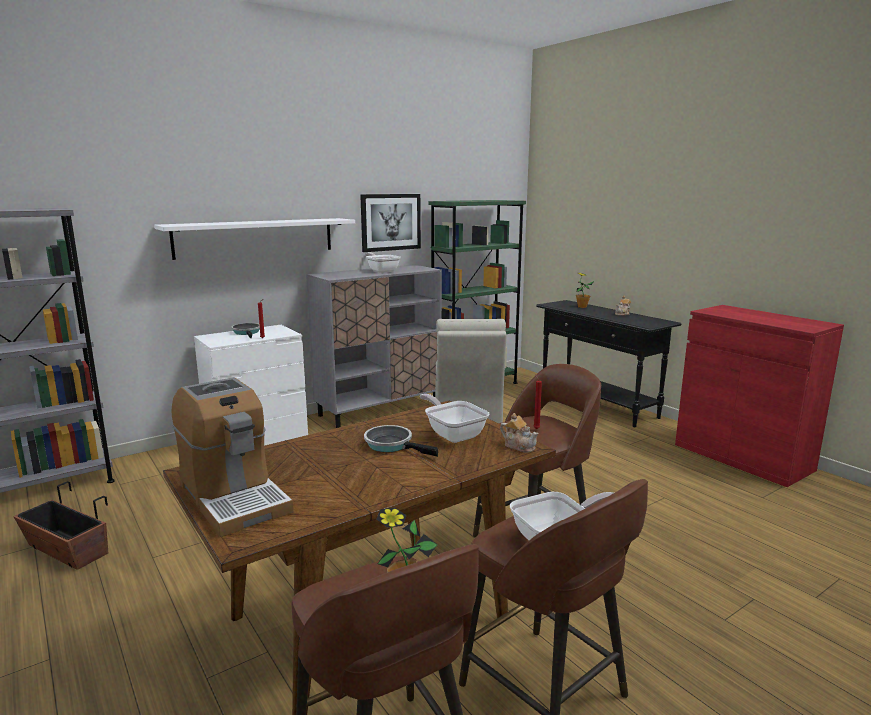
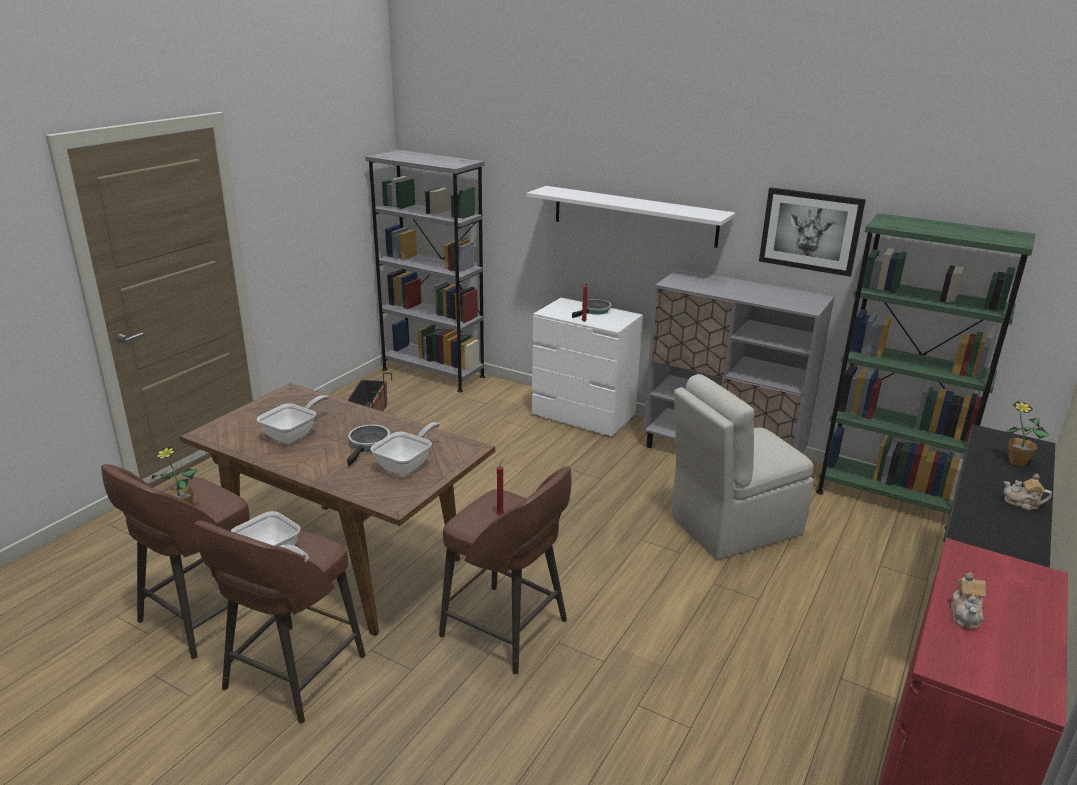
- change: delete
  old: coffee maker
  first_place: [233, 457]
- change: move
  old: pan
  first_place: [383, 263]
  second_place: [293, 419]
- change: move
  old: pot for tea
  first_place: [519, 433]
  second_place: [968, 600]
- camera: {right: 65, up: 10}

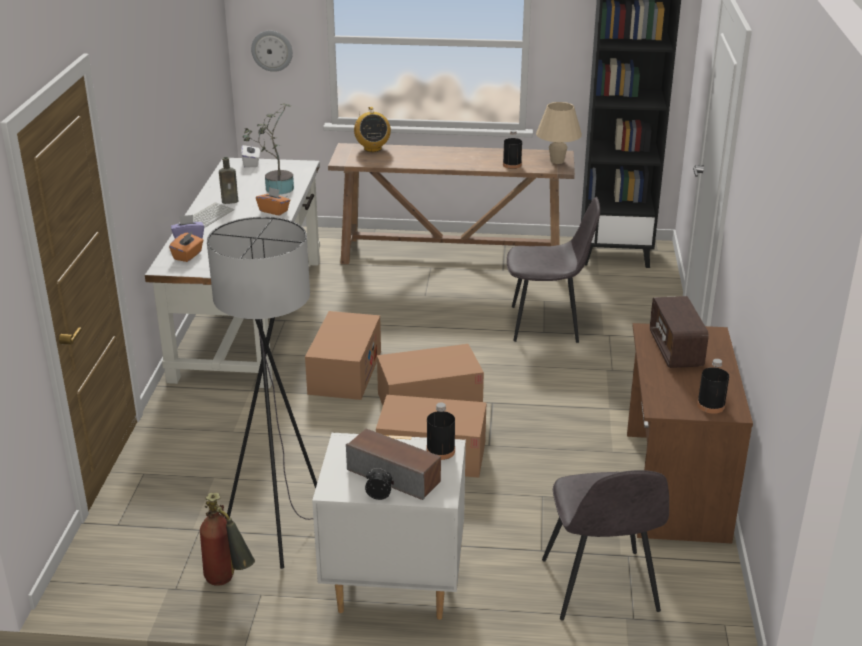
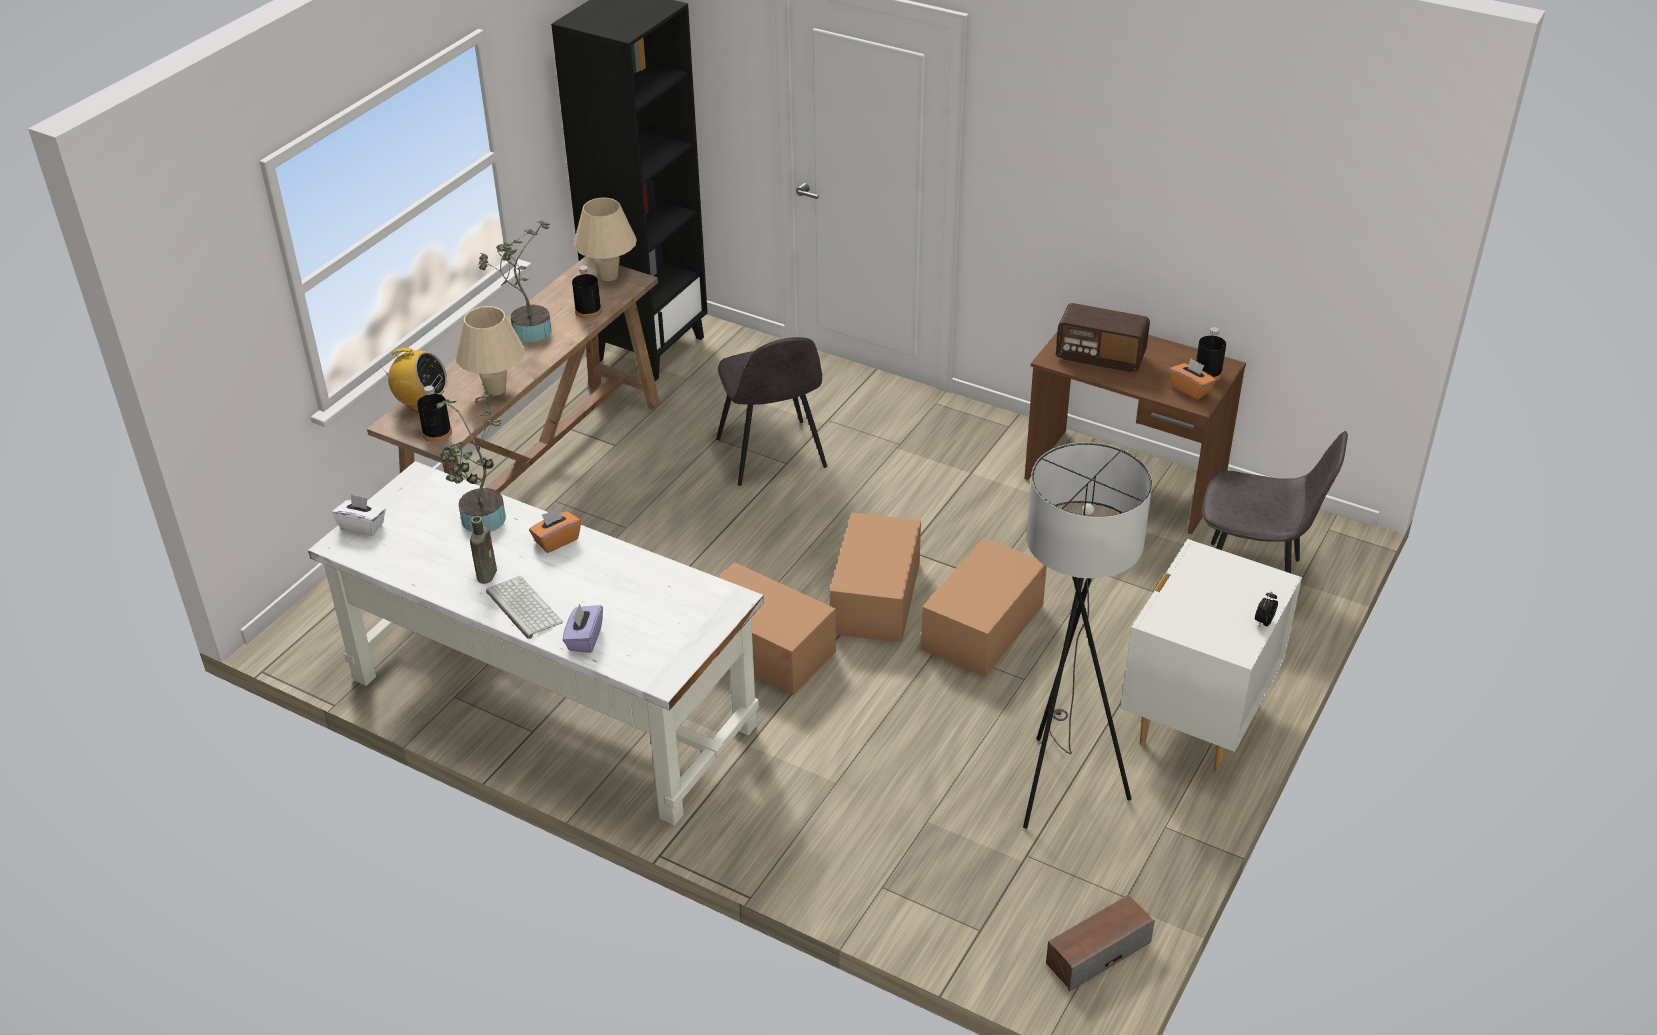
- change: delete
  old: extinguisher
  first_place: [227, 539]
- change: delete
  old: hanging clock
  first_place: [272, 51]
- change: insert
  new: beige-coloured tabletop lamp
  second_place: [490, 350]
- change: insert
  new: houseplant
  second_place: [514, 282]
- change: move
  old: orange-coloured tissue holder
  first_place: [186, 247]
  second_place: [1192, 379]
- change: move
  old: audio speaker
  first_place: [393, 464]
  second_place: [1100, 943]
- change: move
  old: black beverage bottle
  first_place: [440, 431]
  second_place: [434, 414]
- change: rotate
  old: grey chair
  first_place: [553, 270]
  second_place: [771, 411]
  degrees: 135
- camera: {right: -65, up: 10}

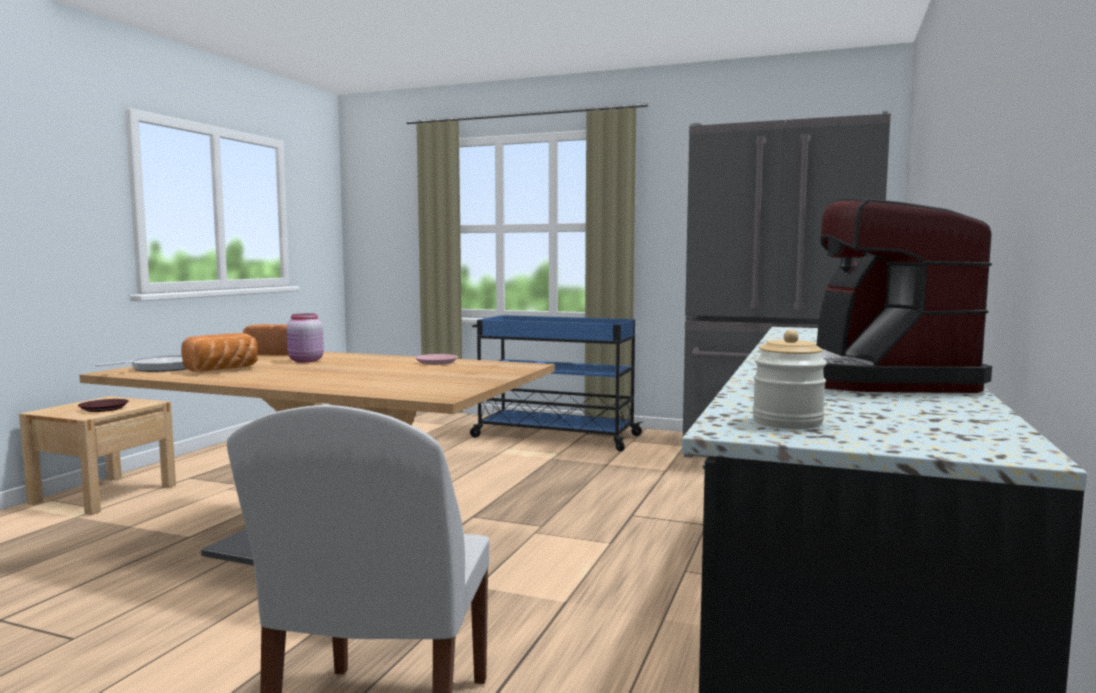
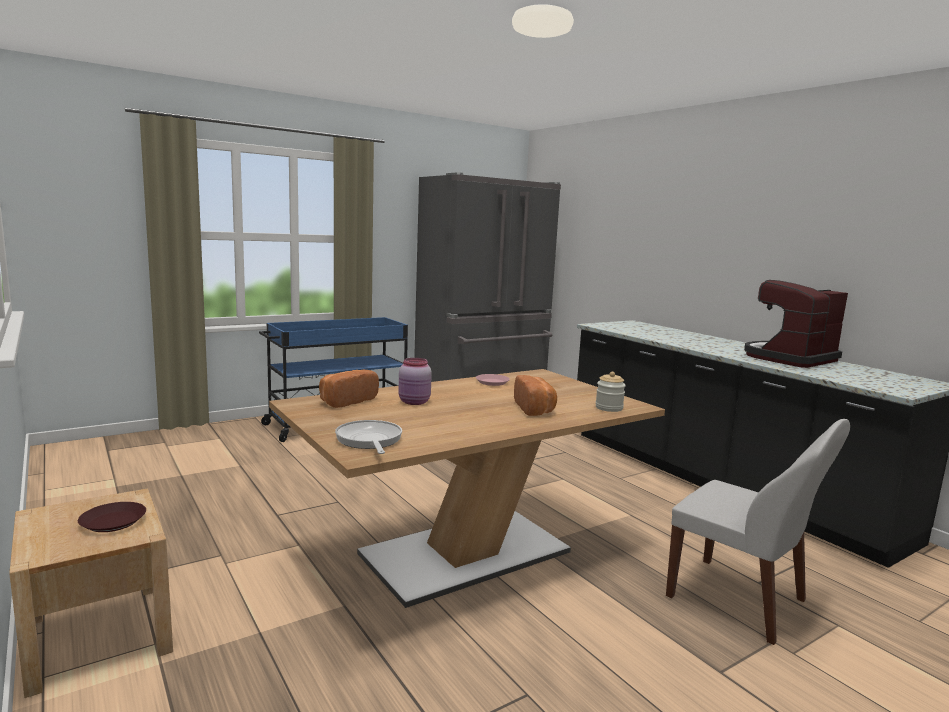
- change: move
  old: bakery bread
  first_place: [219, 352]
  second_place: [535, 395]
- change: move
  old: storage jar
  first_place: [789, 379]
  second_place: [610, 392]
- change: rotate
  old: coffee maker
  first_place: [904, 296]
  second_place: [796, 324]
  degrees: 105
- camera: {right: -55, up: 5}

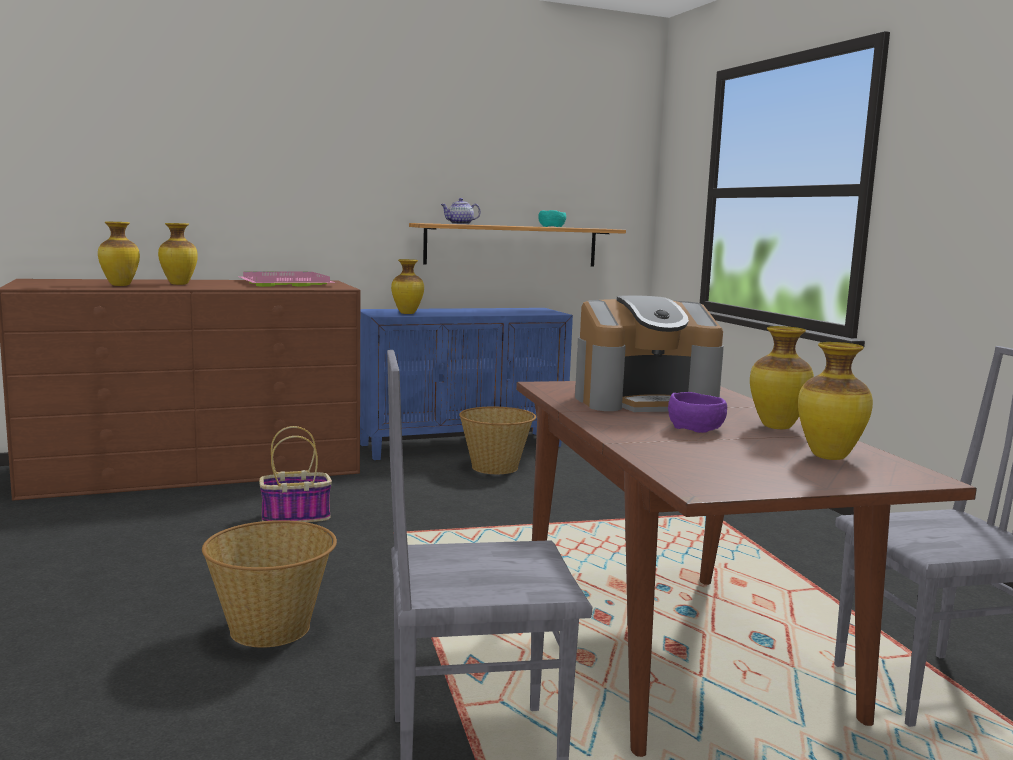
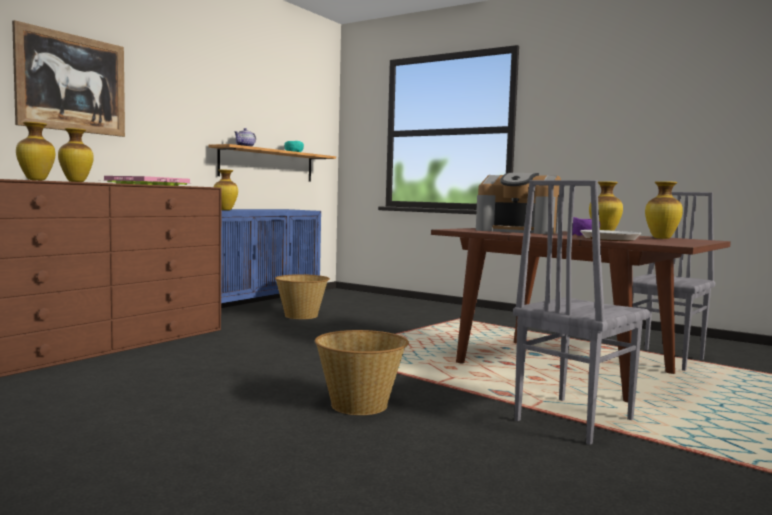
- change: delete
  old: storage basket
  first_place: [295, 474]
- change: insert
  new: picture
  second_place: [68, 78]
- change: insert
  new: pan
  second_place: [610, 235]
- change: rotate
  old: coffee maker
  first_place: [649, 353]
  second_place: [518, 203]
  degrees: 75
- camera: {right: -35, up: -5}

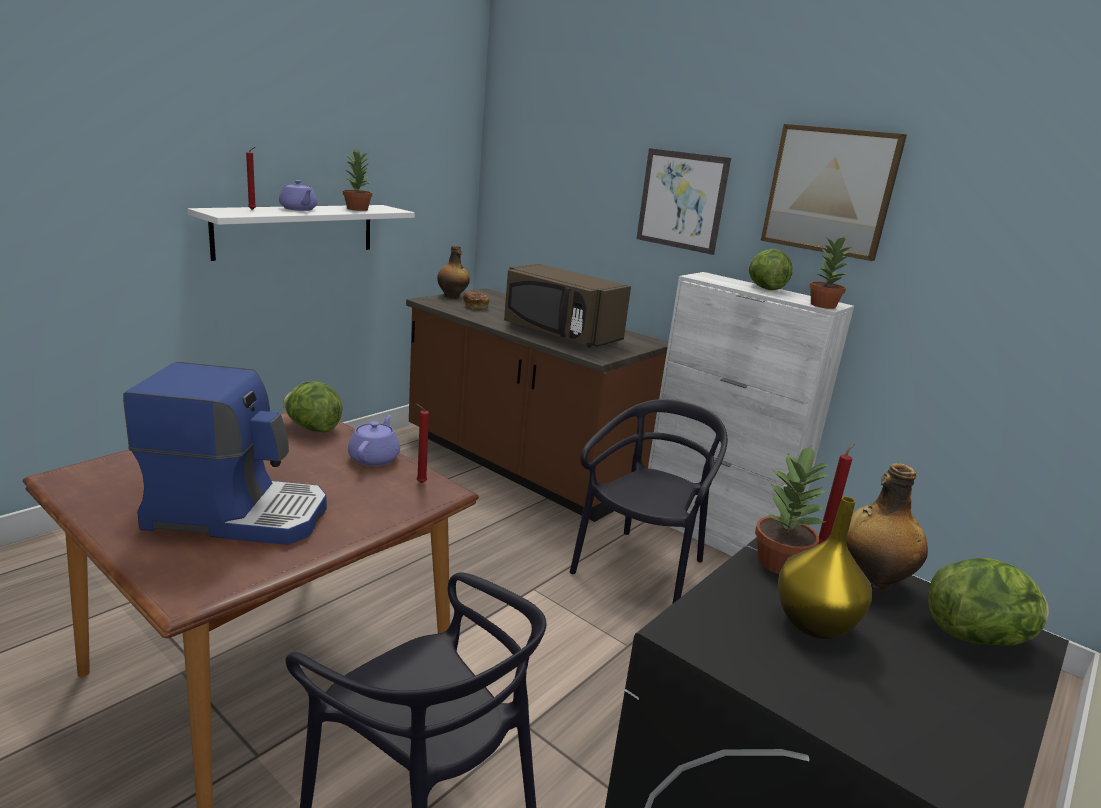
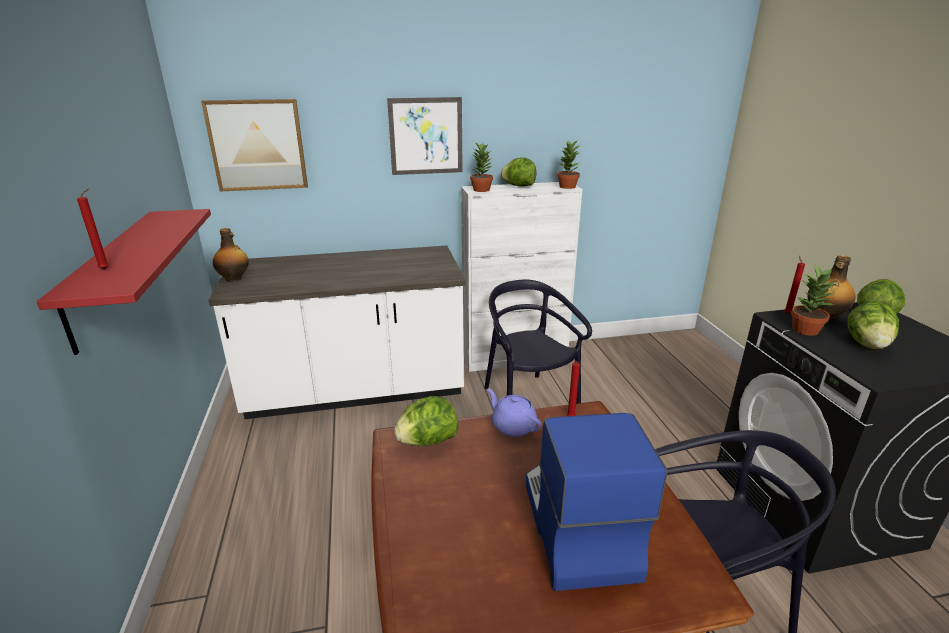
- change: delete
  old: purplish pot for tea
  first_place: [298, 195]
- change: delete
  old: bakery bread
  first_place: [476, 300]
- change: delete
  old: brownish microwave oven
  first_place: [567, 305]
- change: move
  old: houseplant
  first_place: [357, 179]
  second_place: [481, 167]
- change: move
  old: picture
  first_place: [834, 192]
  second_place: [254, 145]
- change: replace
  old: yellowish flower vase
  new: head of lettuce
  first_place: [825, 568]
  second_place: [873, 325]
- change: recolor
  old: white wall shelf
  new: red-coloured wall shelf
  first_place: [301, 233]
  second_place: [124, 282]
- change: recolor
  old: brownish counter
  new: white counter
  first_place: [537, 405]
  second_place: [336, 332]
- change: rotate
  old: coffee maker
  first_place: [225, 453]
  second_place: [596, 502]
  degrees: -45
- camera: {right: -50, up: 5}

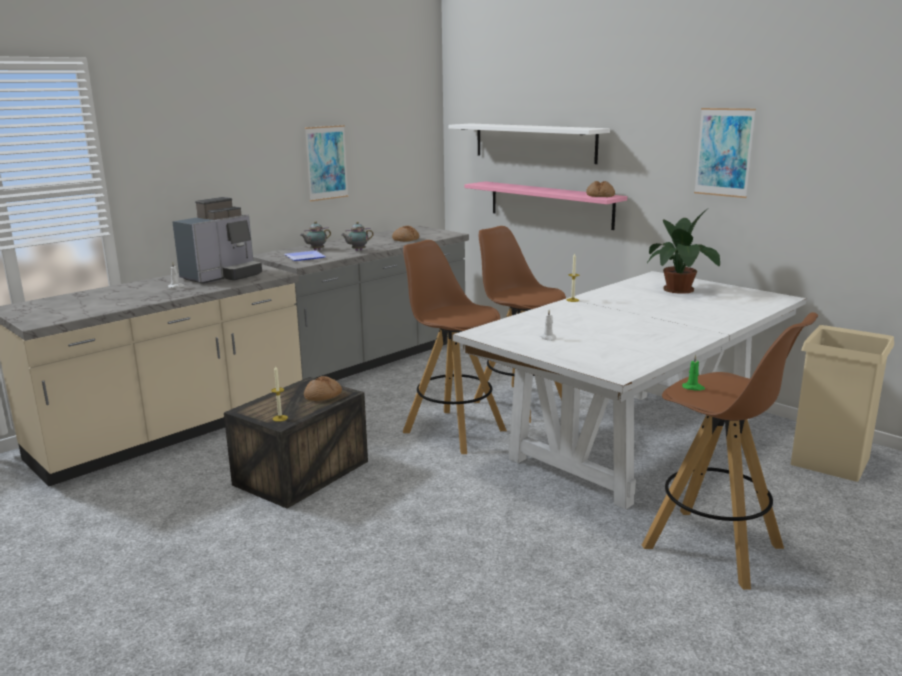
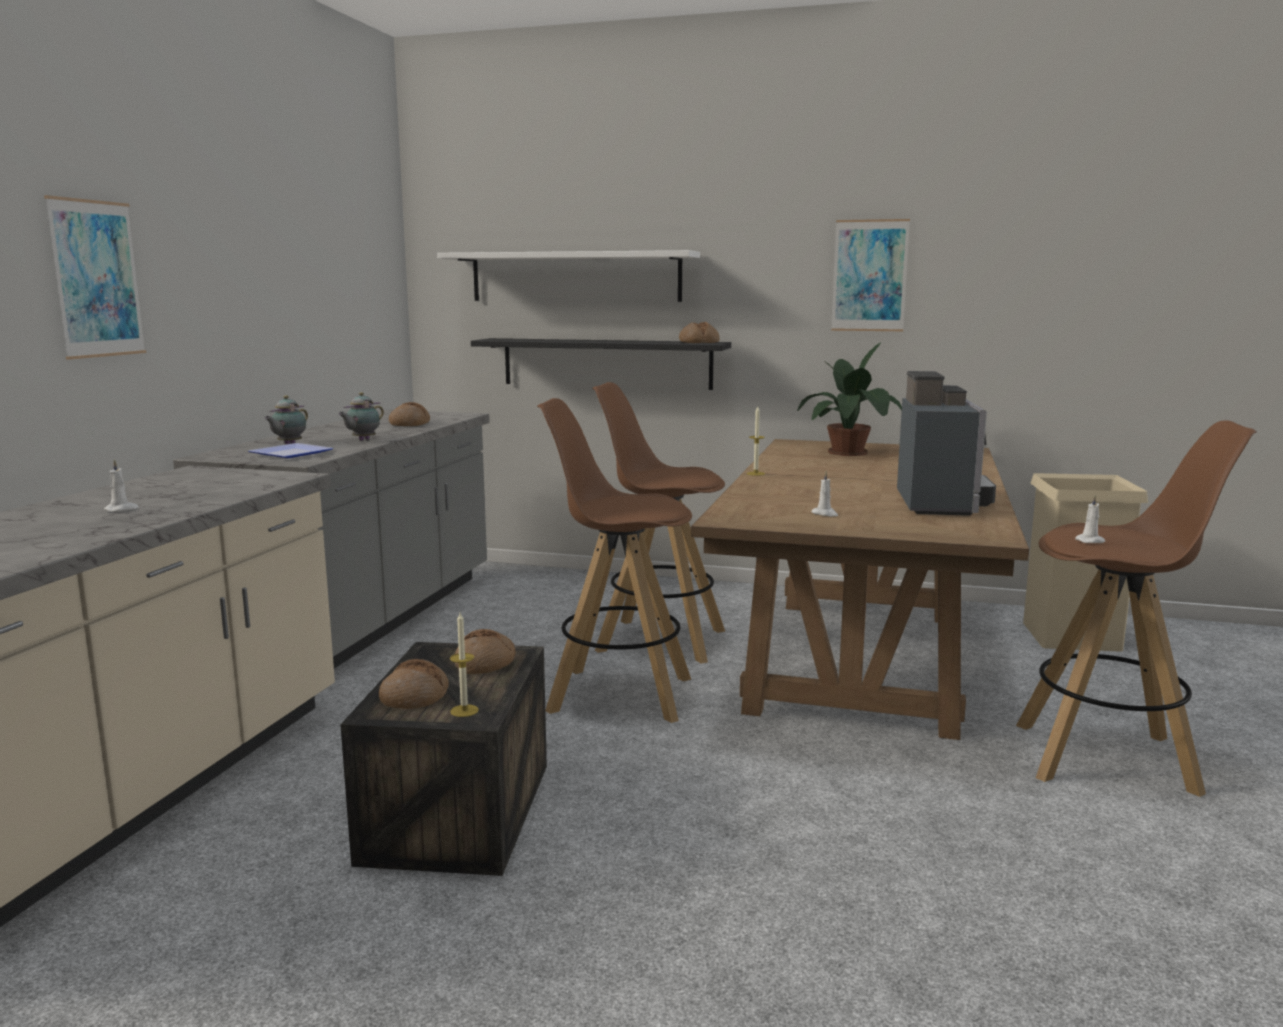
- change: insert
  new: bakery bread
  second_place: [414, 684]
- change: move
  old: coffee maker
  first_place: [217, 240]
  second_place: [946, 443]
- change: move
  old: picture
  first_place: [326, 163]
  second_place: [95, 277]
- change: recolor
  old: white kitchen table
  new: brownish kitchen table
  first_place: [630, 390]
  second_place: [860, 589]
- change: recolor
  old: pink wall shelf
  new: black wall shelf
  first_place: [545, 205]
  second_place: [601, 364]
- change: recolor
  old: greenish candle
  new: white candle
  first_place: [693, 373]
  second_place: [1090, 519]
- camera: {right: -30, up: -5}

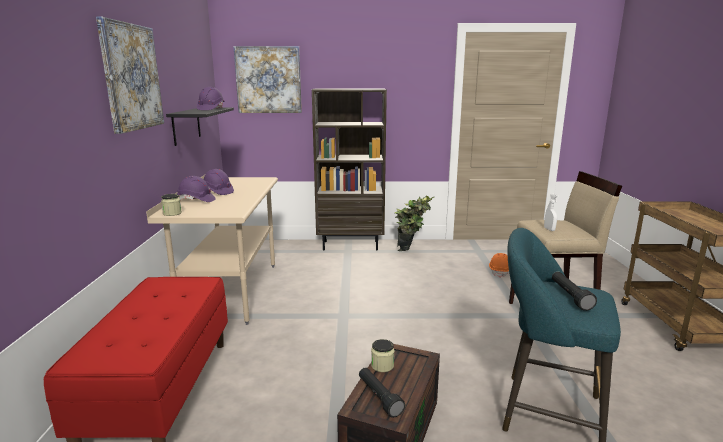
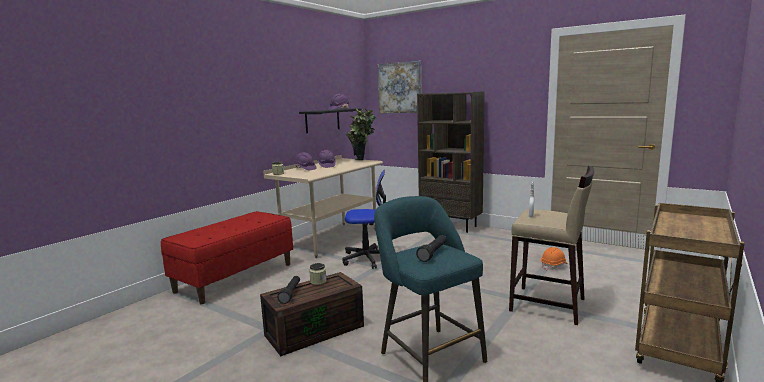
- change: delete
  old: picture
  first_place: [130, 75]
- change: insert
  new: desk chair
  second_place: [364, 219]
- change: move
  old: houseplant
  first_place: [414, 223]
  second_place: [361, 134]
- camera: {right: 35, up: -5}

